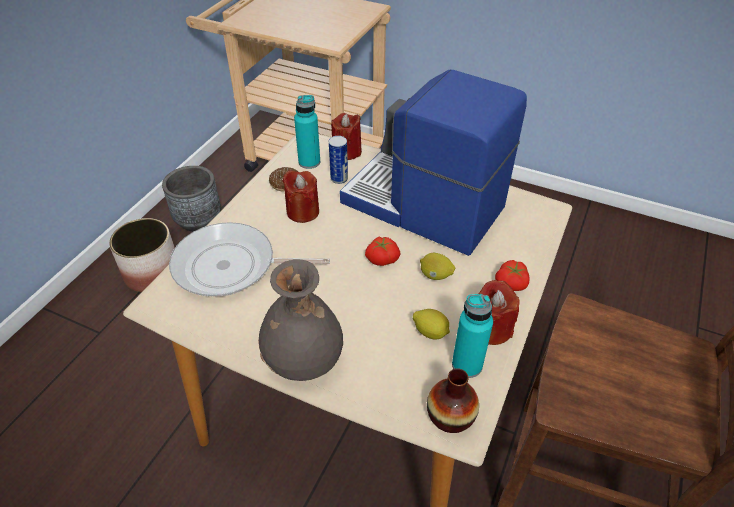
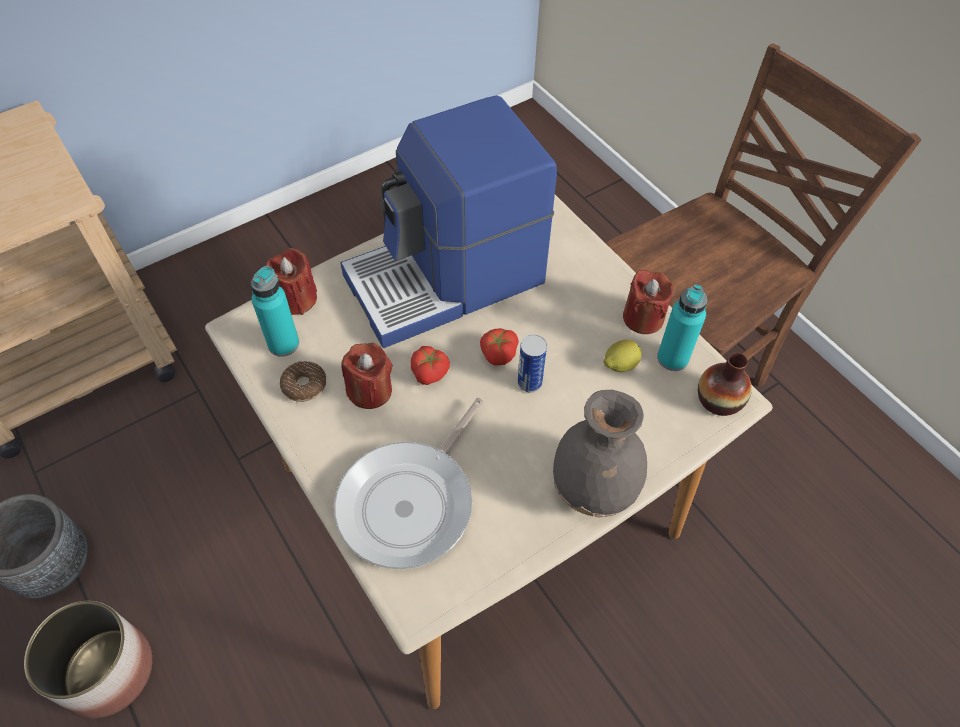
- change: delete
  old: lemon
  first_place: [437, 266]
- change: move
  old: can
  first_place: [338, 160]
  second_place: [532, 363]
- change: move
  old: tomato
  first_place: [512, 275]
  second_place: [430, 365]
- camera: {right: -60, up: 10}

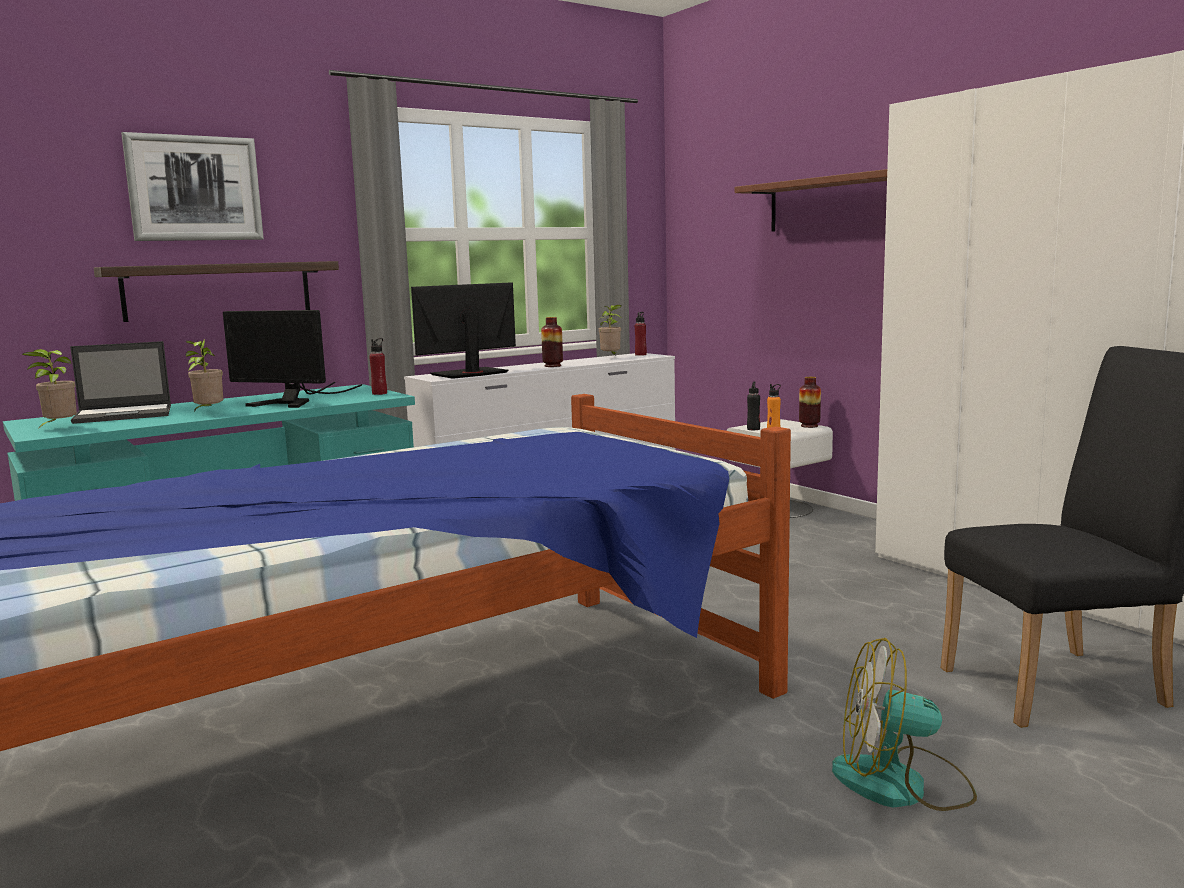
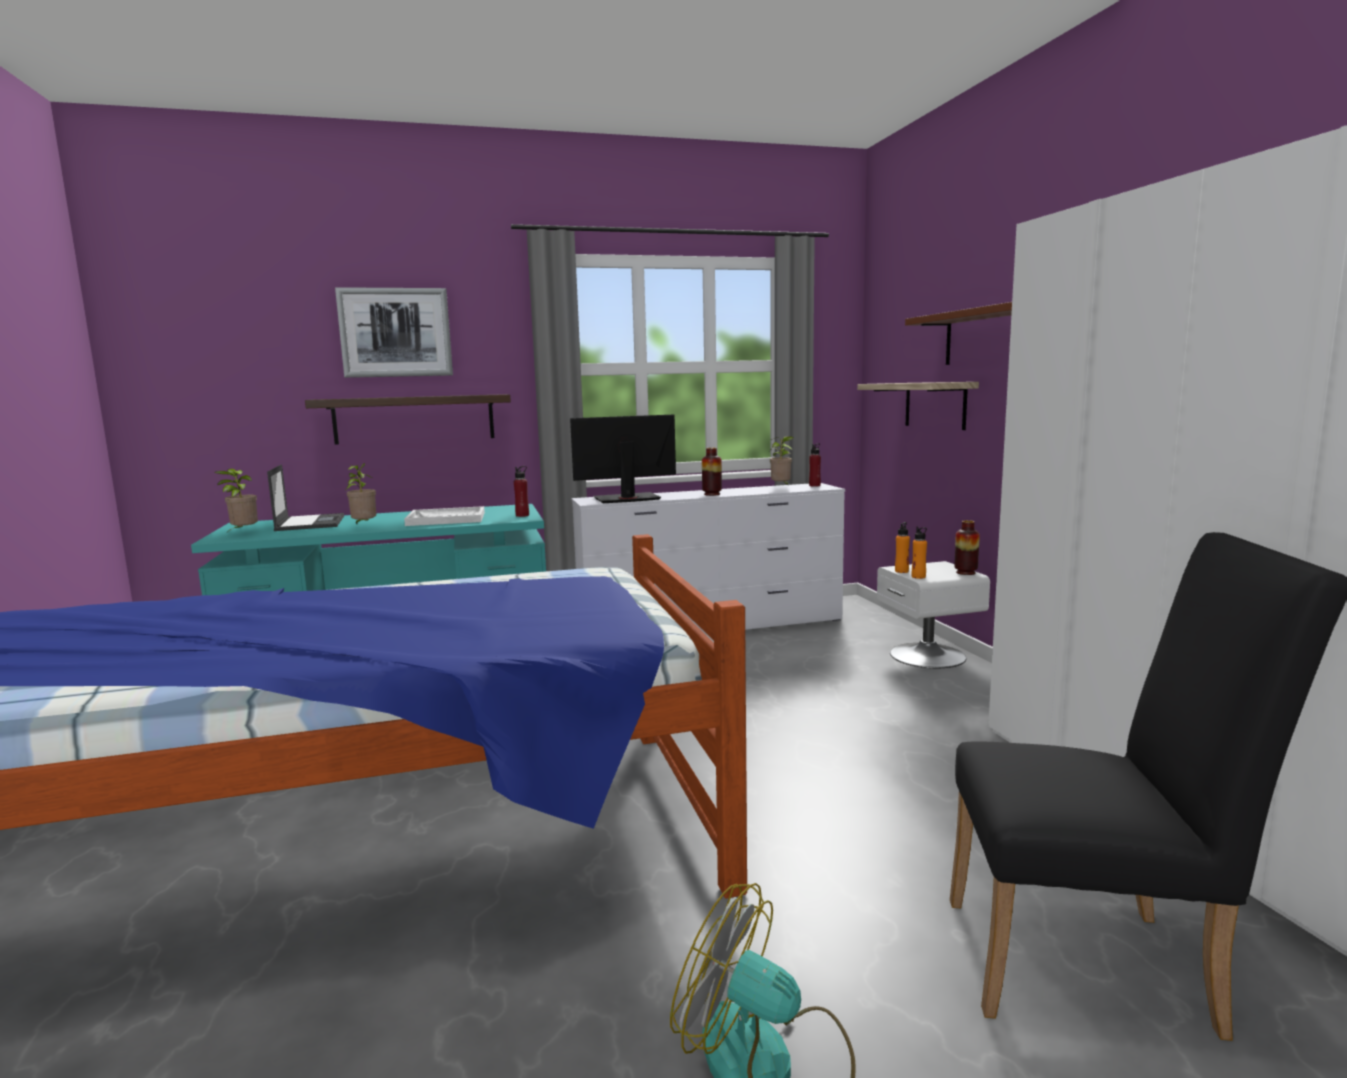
- change: insert
  new: wall shelf
  second_place: [918, 406]
- change: replace
  old: monitor
  new: white serving tray
  first_place: [292, 359]
  second_place: [444, 516]
- change: recolor
  old: black beverage bottle
  new: orange-coloured beverage bottle
  first_place: [753, 405]
  second_place: [902, 547]
- change: rotate
  old: portable computer
  first_place: [120, 382]
  second_place: [305, 498]
  degrees: -105
- camera: {right: 20, up: 0}

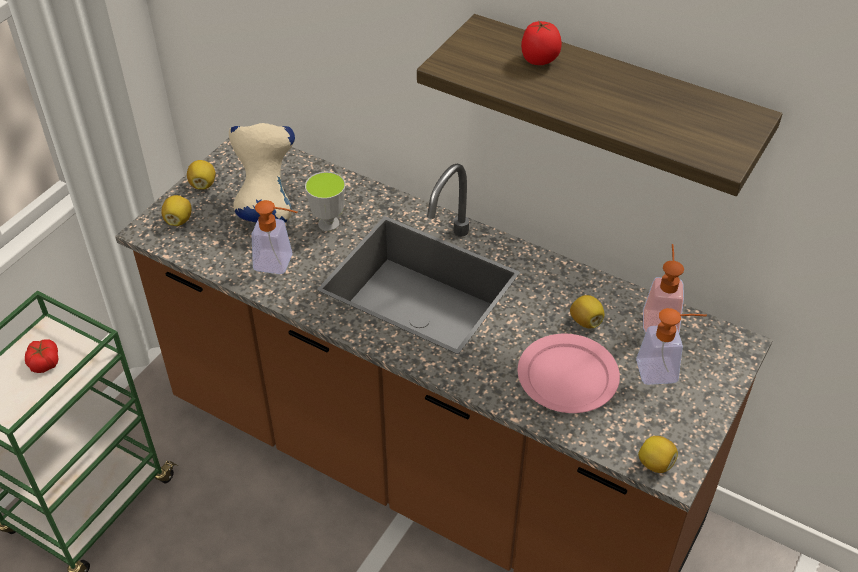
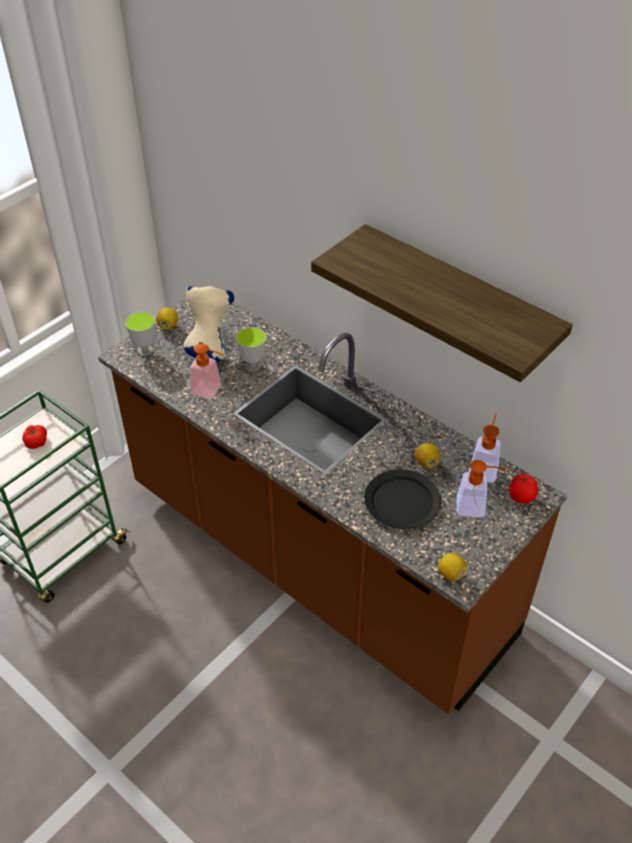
- change: move
  old: tomato
  first_place: [541, 42]
  second_place: [523, 489]
- change: replace
  old: lemon
  new: cup
  first_place: [176, 210]
  second_place: [140, 334]
- change: recolor
  old: pink flat dish
  new: black flat dish
  first_place: [569, 373]
  second_place: [402, 499]
- camera: {right: 10, up: 0}

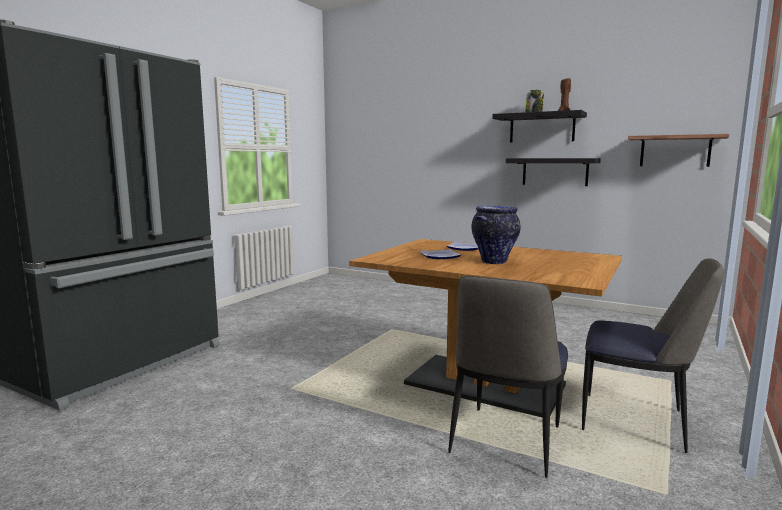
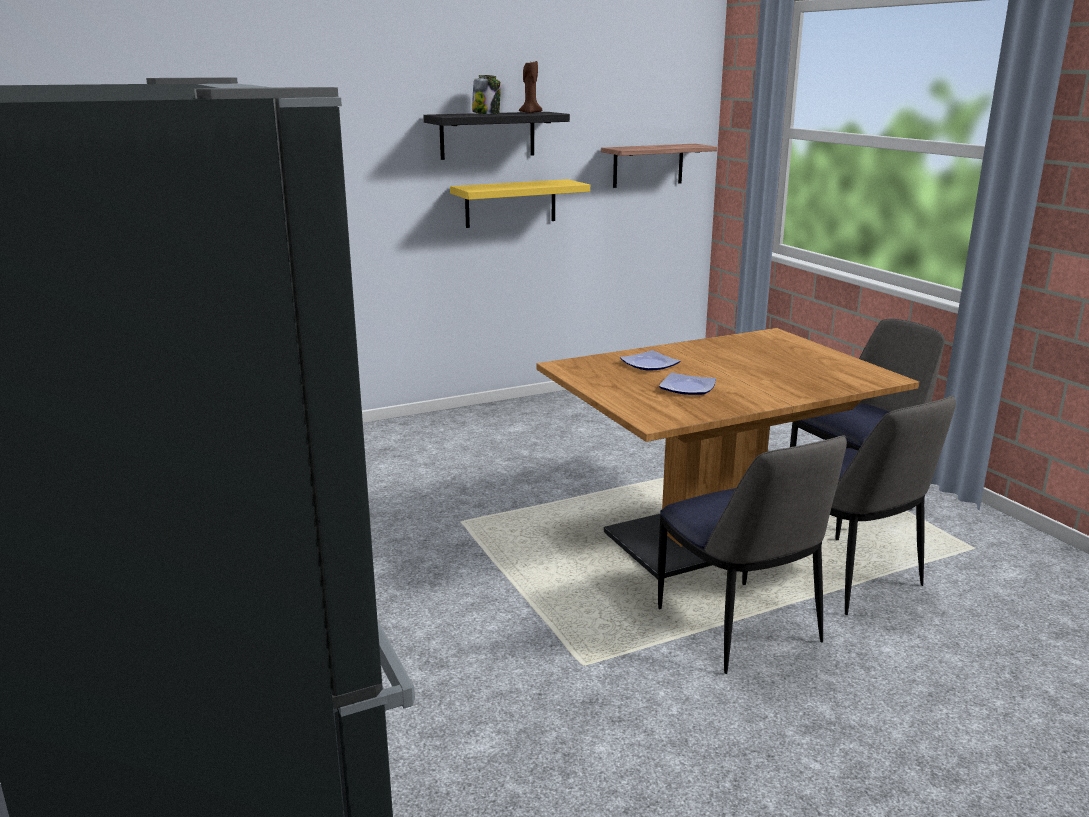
- change: delete
  old: flower vase
  first_place: [495, 235]
- change: insert
  new: chair
  second_place: [752, 554]
- change: recolor
  old: black wall shelf
  new: yellowish wall shelf
  first_place: [553, 172]
  second_place: [520, 203]
- camera: {right: -55, up: 10}

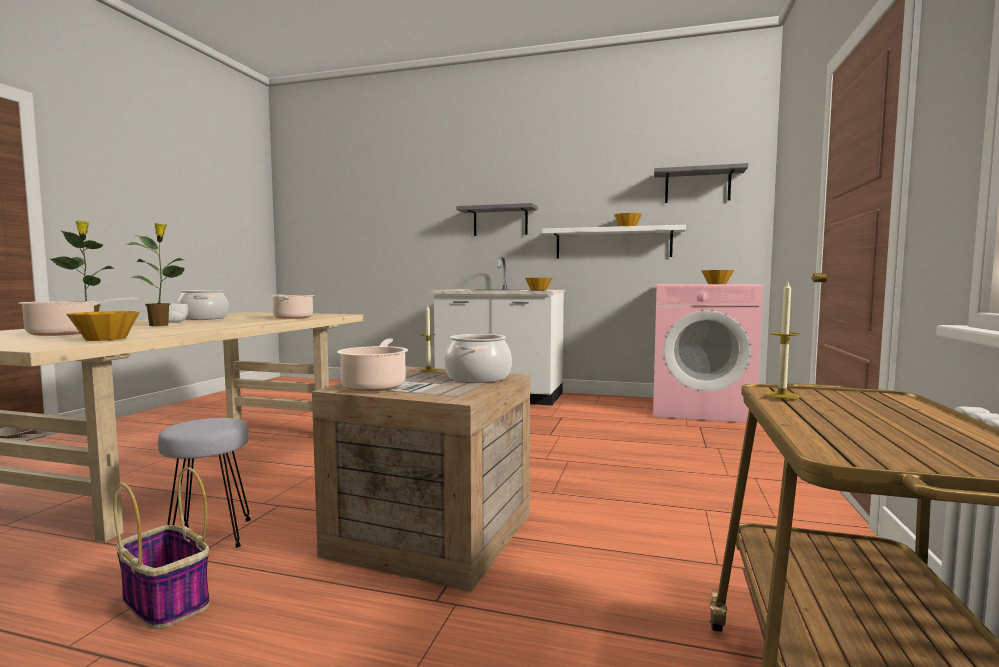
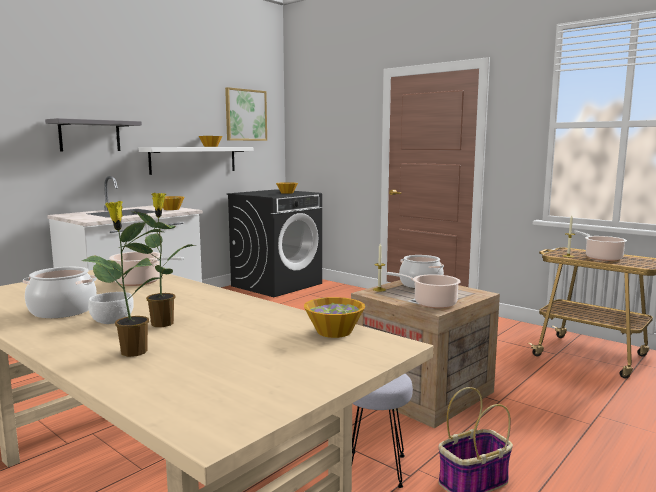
- change: move
  old: cooking pot
  first_place: [78, 316]
  second_place: [600, 246]
- change: replace
  old: grey wall shelf
  new: picture
  first_place: [701, 183]
  second_place: [246, 114]
- change: recolor
  old: pink laundry appliance
  new: black laundry appliance
  first_place: [708, 353]
  second_place: [274, 243]
- camera: {right: -65, up: 5}

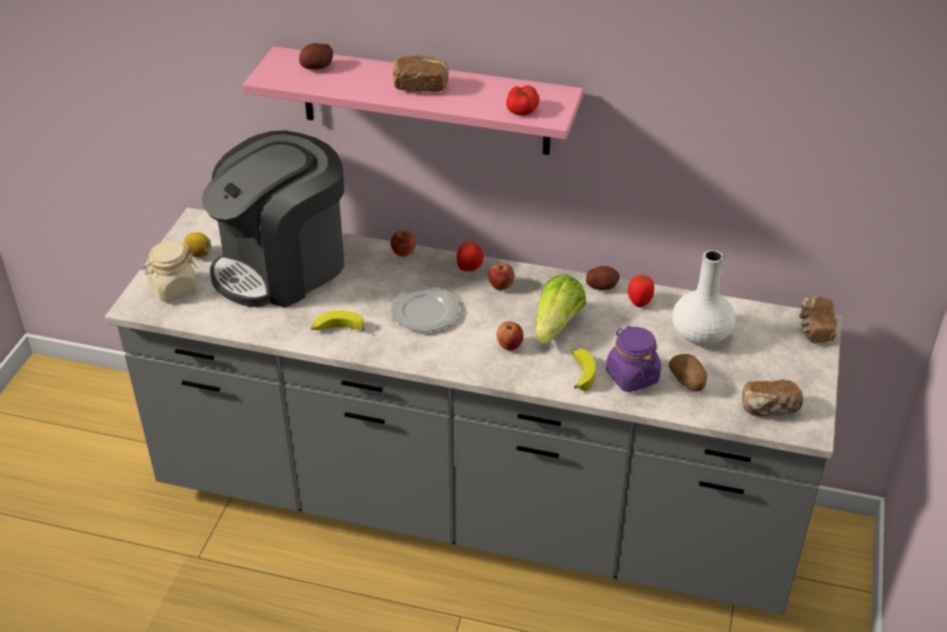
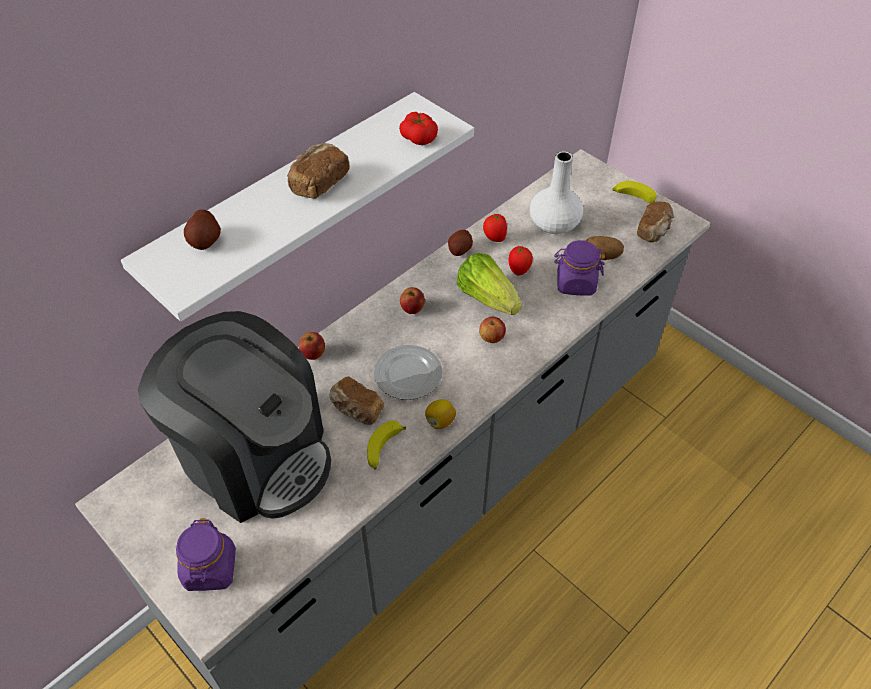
- change: move
  old: lemon
  first_place: [197, 244]
  second_place: [440, 414]
- change: move
  old: tomato
  first_place: [470, 256]
  second_place: [520, 261]
- change: move
  old: banana
  first_place: [584, 370]
  second_place: [634, 192]
- change: move
  old: bakery bread
  first_place: [818, 320]
  second_place: [356, 401]
- change: recolor
  old: beige-coloured storage jar
  new: purplish storage jar
  first_place: [169, 271]
  second_place: [206, 554]
- change: recolor
  old: pink wall shelf
  new: white wall shelf
  first_place: [413, 100]
  second_place: [297, 207]
- change: rotate
  old: coffee maker
  first_place: [273, 219]
  second_place: [234, 417]
  degrees: -45
- camera: {right: -60, up: 10}

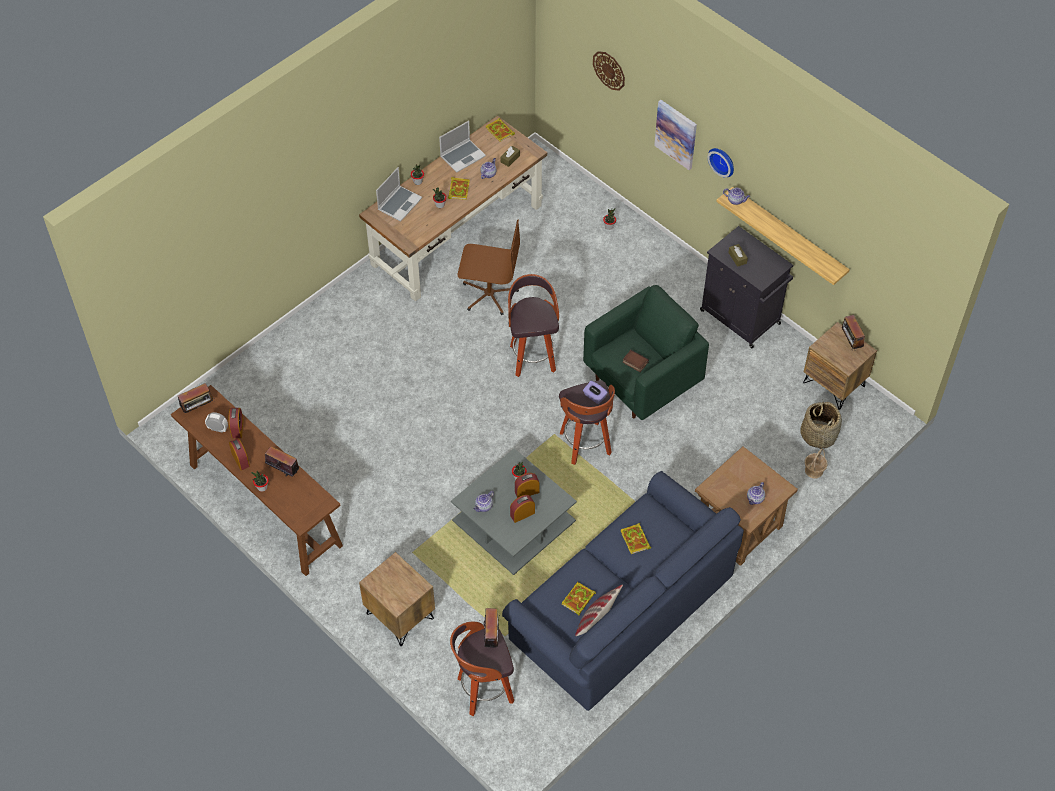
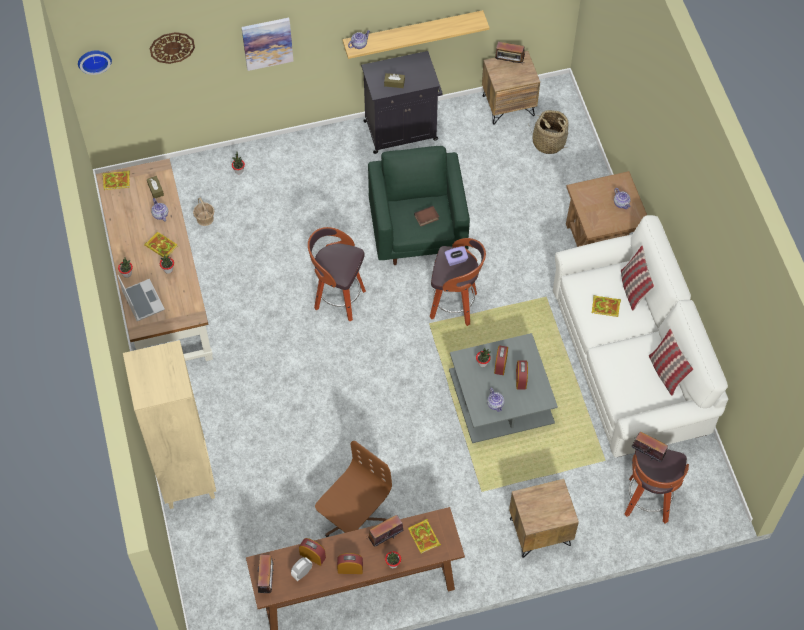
- change: delete
  old: portable computer
  first_place: [462, 147]
- change: insert
  new: beige-coloured shelving unit
  second_place: [169, 424]
- change: insert
  new: pillow
  second_place: [637, 278]
- change: move
  old: brownish desk chair
  first_place: [489, 267]
  second_place: [353, 489]
- change: move
  old: bound book
  first_place: [579, 598]
  second_place: [424, 536]
- change: move
  old: hanging clock
  first_place: [720, 162]
  second_place: [95, 63]
- change: move
  old: storage basket
  first_place: [816, 463]
  second_place: [203, 212]
- change: recolor
  old: blue sofa
  new: white sofa
  first_place: [623, 591]
  second_place: [640, 336]
- camera: {right: -60, up: 5}

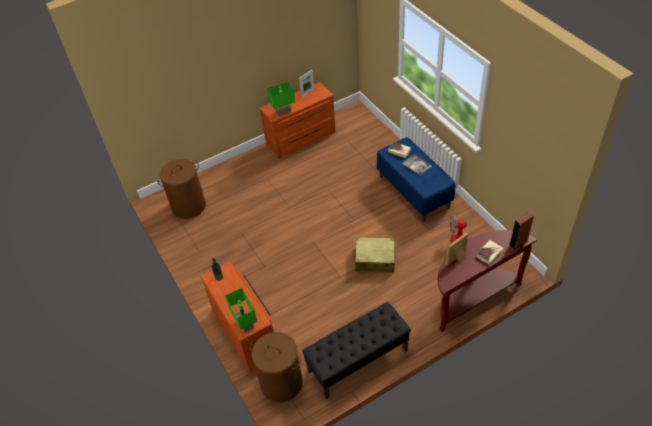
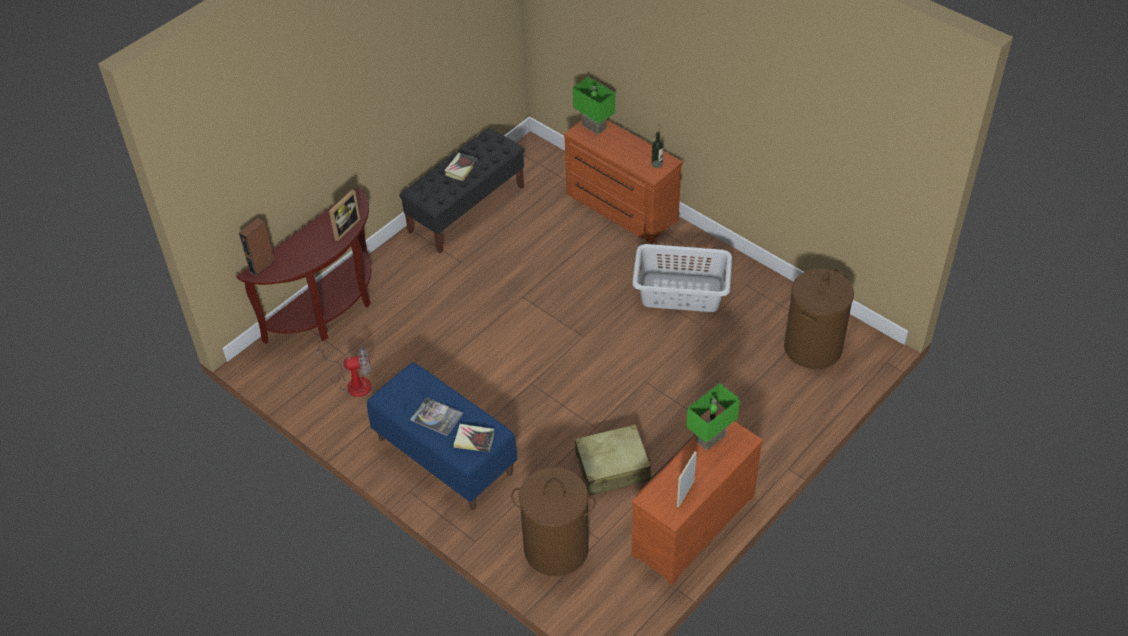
- change: insert
  new: grey hamper
  second_place: [682, 278]
- change: move
  old: brownish hamper
  first_place: [276, 367]
  second_place: [553, 522]
- change: move
  old: beige-coloured travel case
  first_place: [374, 254]
  second_place: [613, 460]
- change: move
  old: bound book
  first_place: [489, 252]
  second_place: [460, 167]
- camera: {right: 160, up: 0}

